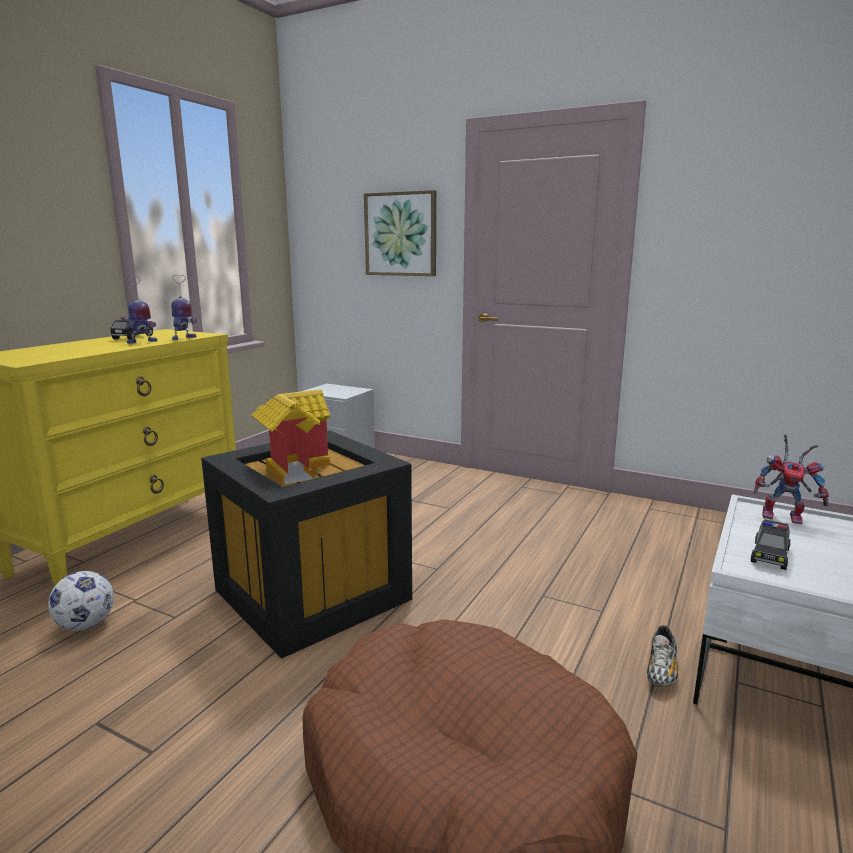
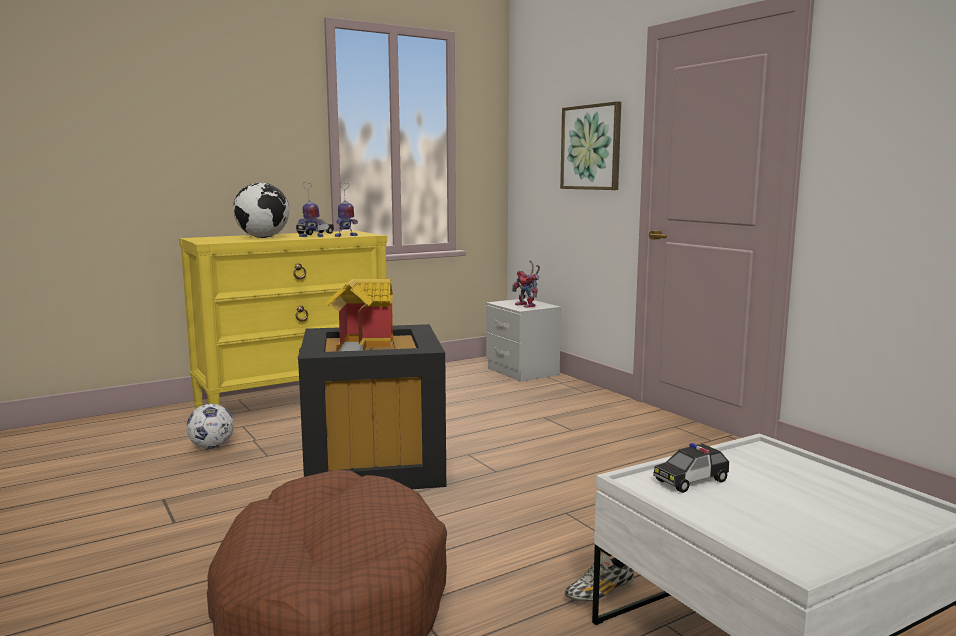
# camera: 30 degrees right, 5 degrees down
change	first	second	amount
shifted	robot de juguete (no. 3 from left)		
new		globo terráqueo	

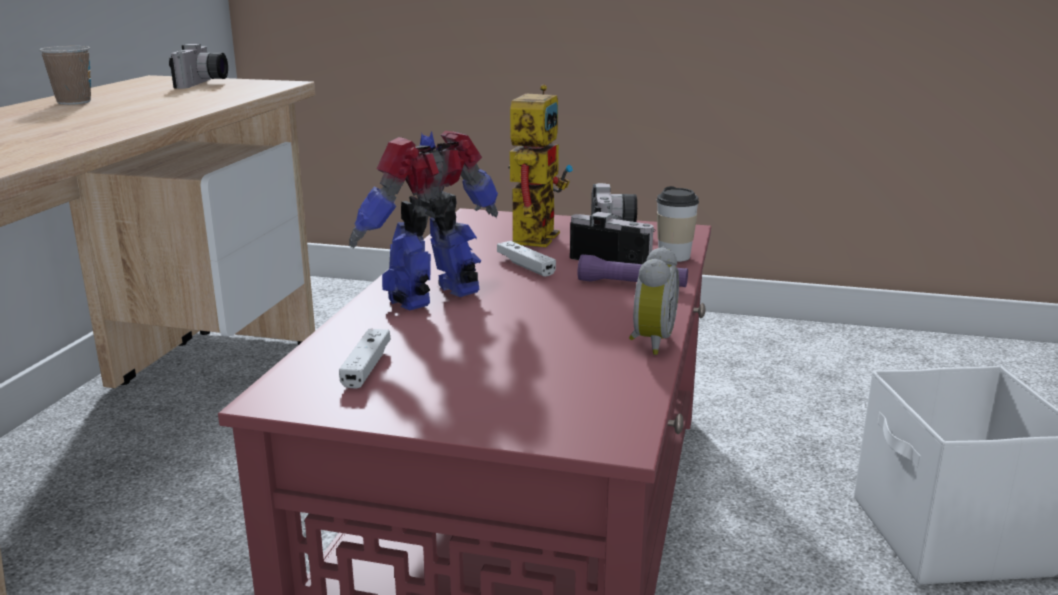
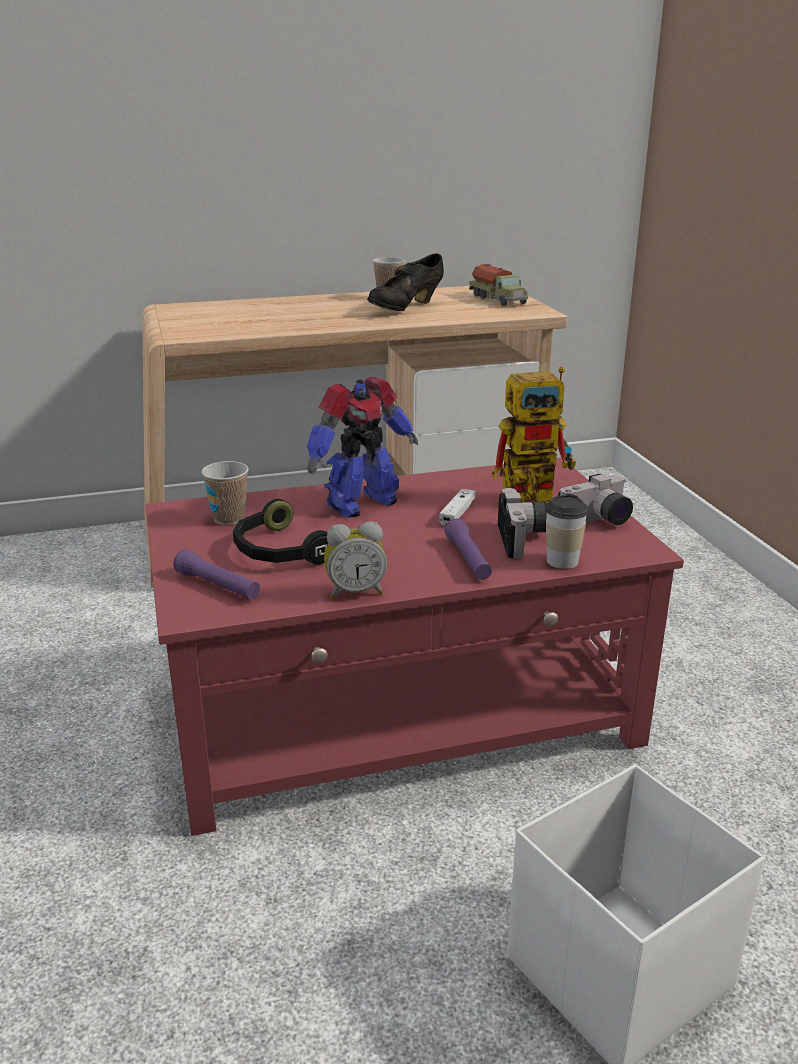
# camera: 60 degrees right, 5 degrees up
change	first	second	amount
swapped	cámara (no. 1 from left)	camión de juguete	
rotated	robot de juguete (no. 1 from left)		120 degrees clockwise
swapped	mando de consola (blanco) (no. 1 from left)	taza (no. 1 from left)	
new		zapato (negro)	
new		auriculares (negro)	
new		linterna (morado) (no. 1 from left)	

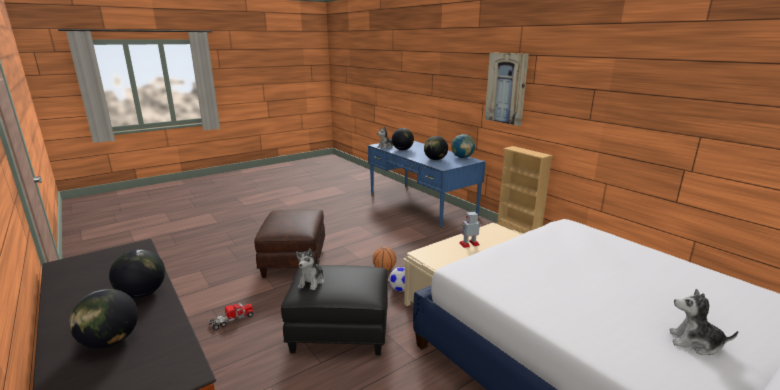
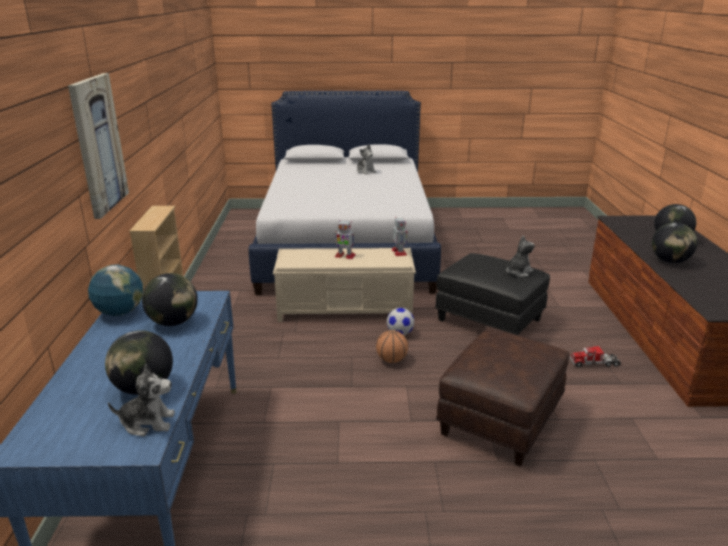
# camera: 145 degrees left, 5 degrees up
change	first	second	amount
new		robot de juguete (no. 2 from left)	

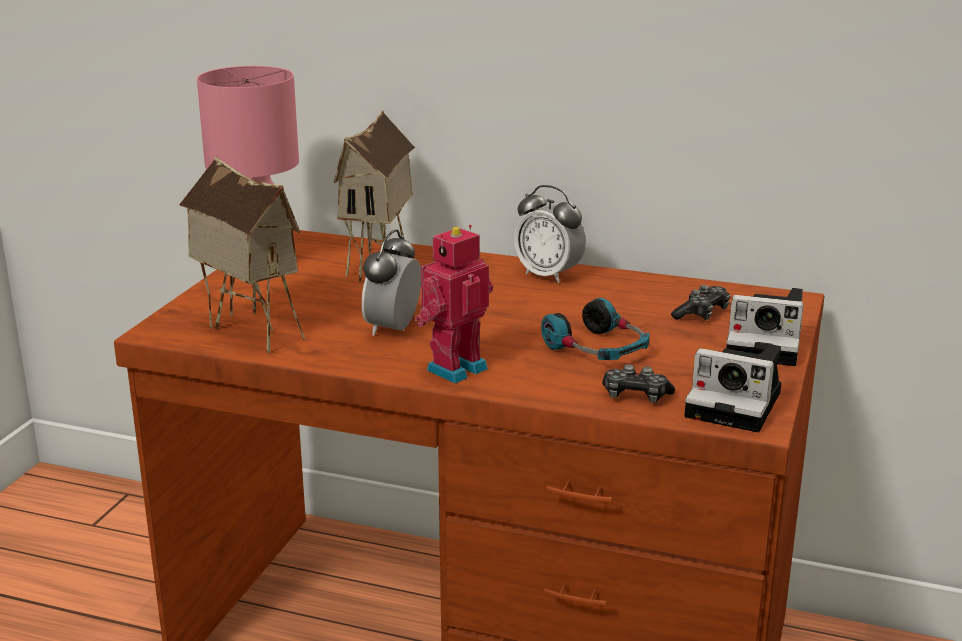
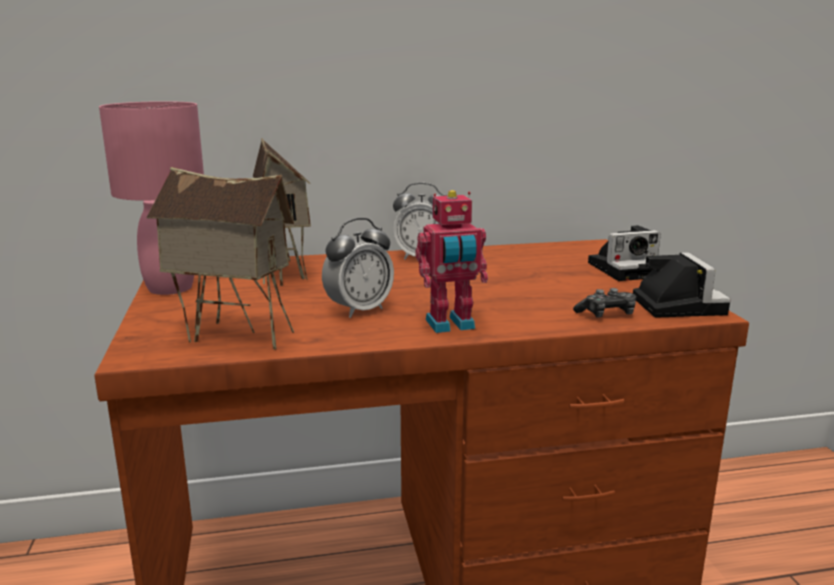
# camera: 30 degrees left, 5 degrees down
change	first	second	amount
rotated	robot de juguete		120 degrees counterclockwise
rotated	despertador (no. 1 from left)		120 degrees counterclockwise
gone	mando de consola (no. 2 from left)		
gone	auriculares		
rotated	cámara (no. 1 from left in the first image)	cámara (no. 2 from left)	90 degrees counterclockwise

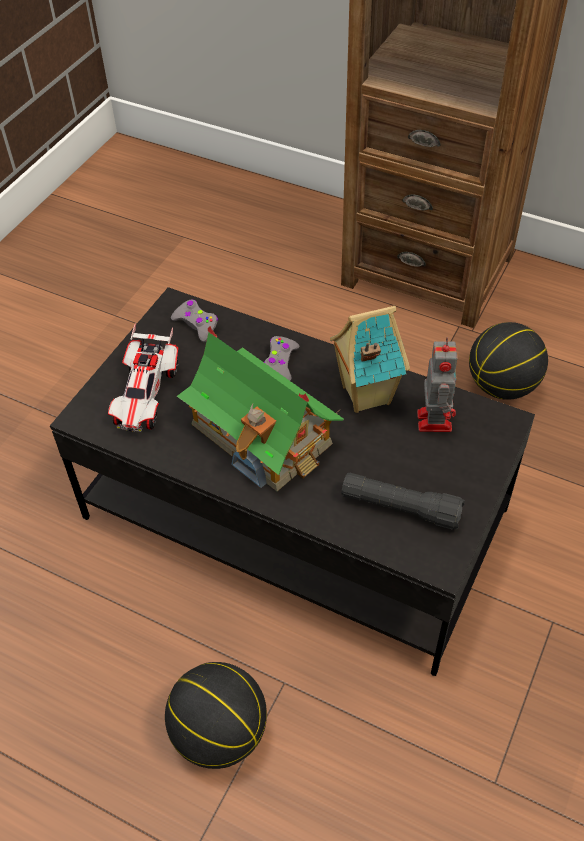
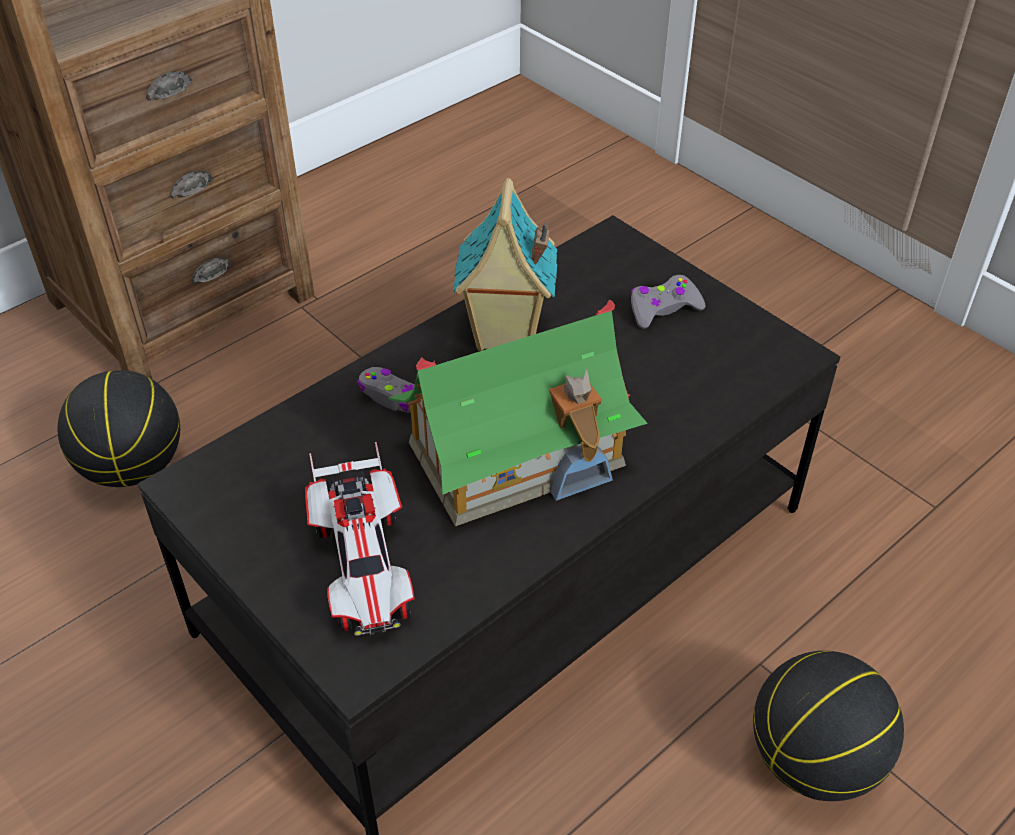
# camera: 70 degrees left, 5 degrees down
change	first	second	amount
shifted	mando de consola (gris) (no. 1 from left in the first image)	mando de consola (gris) (no. 2 from left)	
shifted	balón de baloncesto (no. 2 from left in the first image)	balón de baloncesto (no. 1 from left)	
rotated	coche de juguete		45 degrees clockwise
gone	robot de juguete		
gone	linterna (negro)		

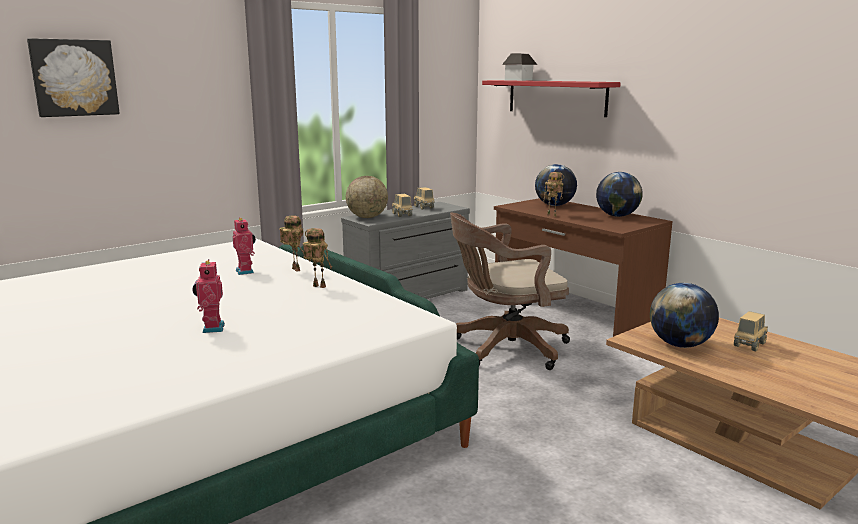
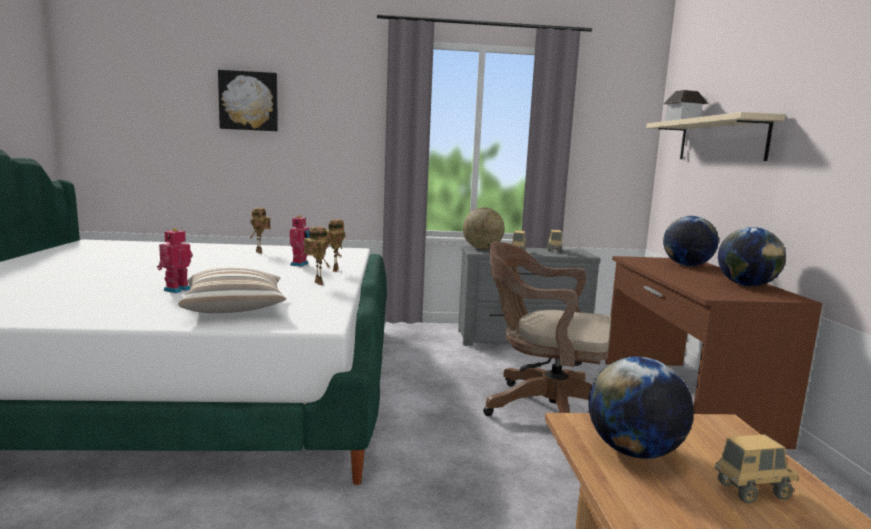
# camera: 35 degrees right, 5 degrees down
change	first	second	amount
repainted	estante (rojo)	estante (beis)	
shifted	robot de juguete (no. 5 from left in the first image)	robot de juguete (no. 2 from left)	
new		cojín	

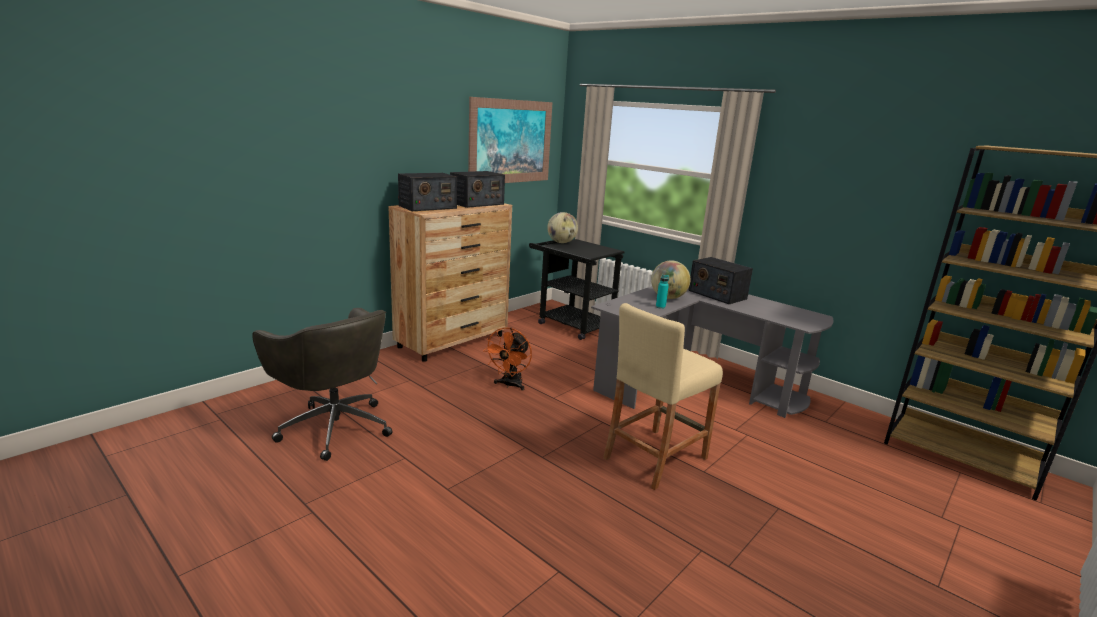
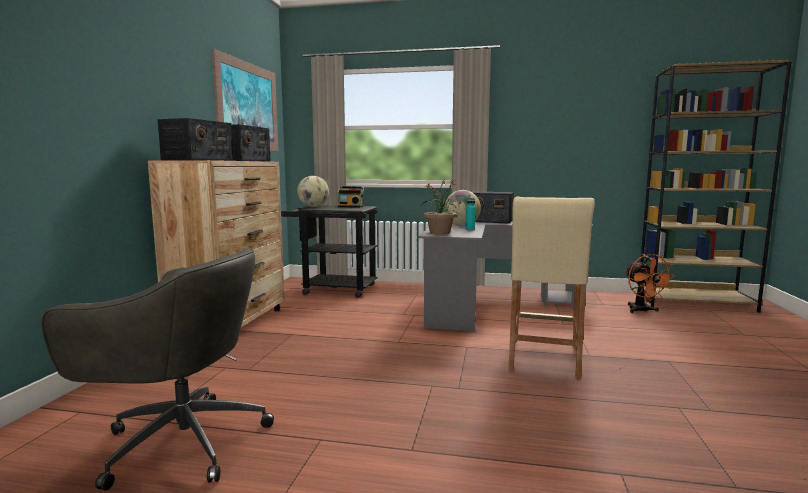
# camera: 30 degrees left, 10 degrees down
change	first	second	amount
shifted	ventilador (naranja)		
new		planta en maceta	
new		radio (no. 3 from left)	

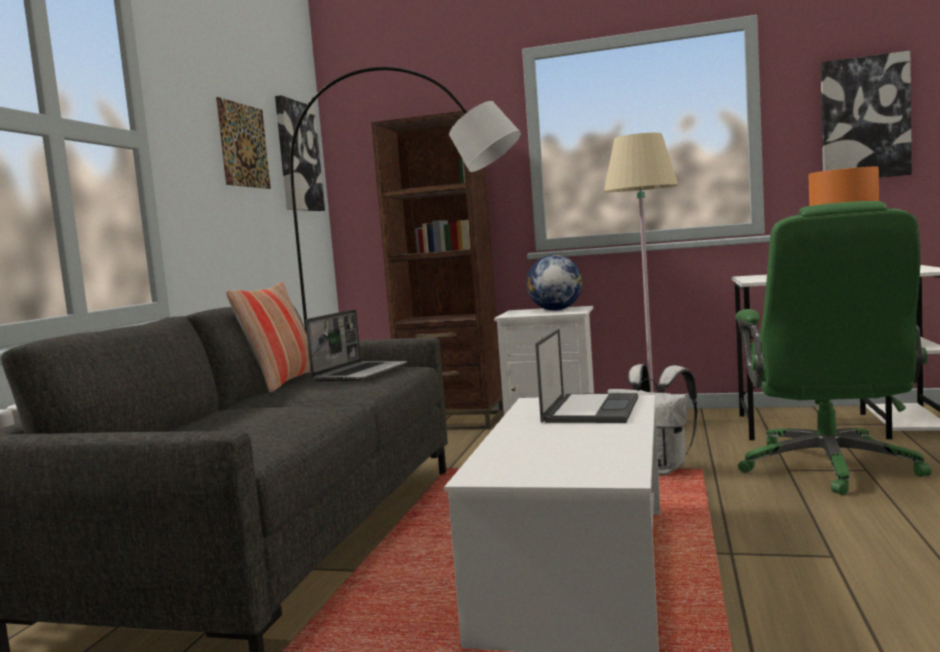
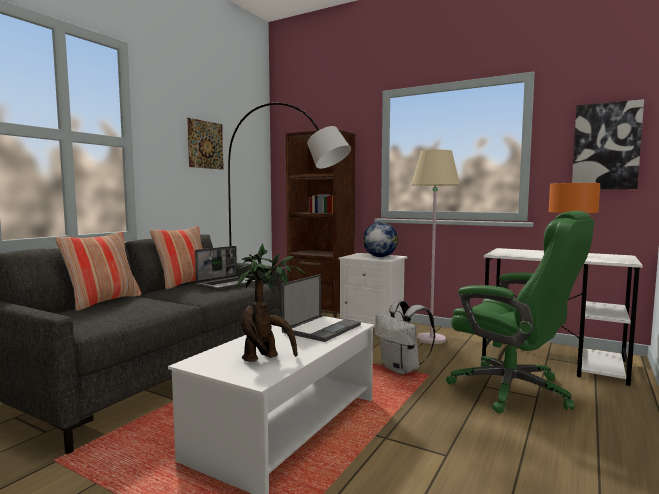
# camera: 15 degrees right, 0 degrees up
change	first	second	amount
gone	cuadro (no. 2 from left)		
rotated	silla de oficina (verde)		75 degrees counterclockwise
new		cojín (no. 1 from left)	
new		planta en maceta	

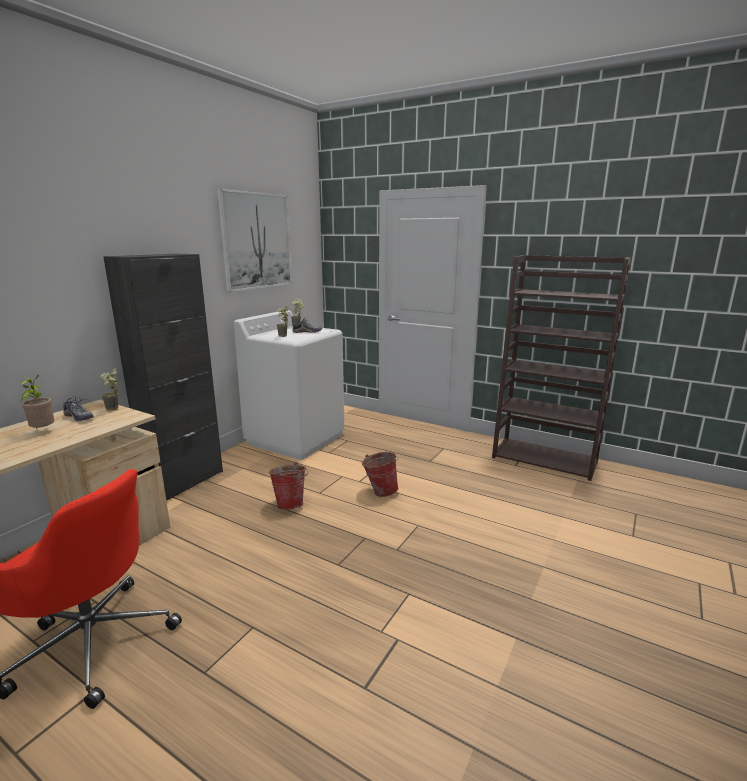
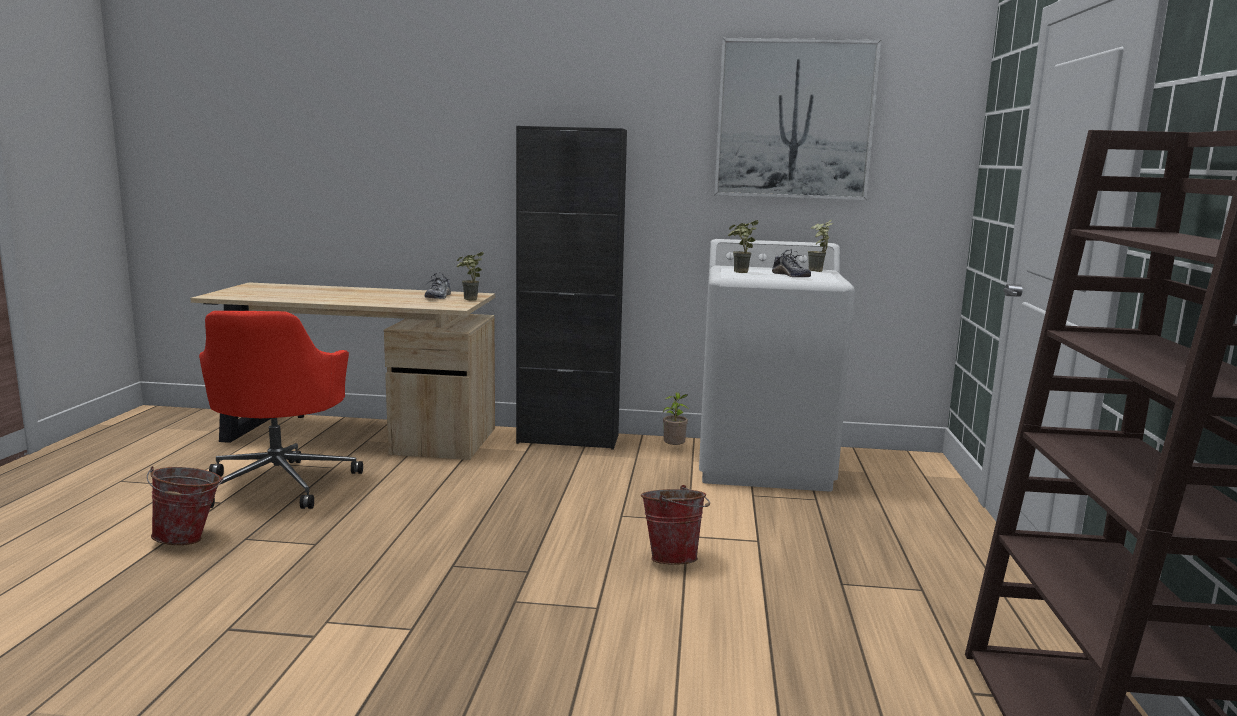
# camera: 65 degrees right, 5 degrees down
change	first	second	amount
shifted	planta en maceta (no. 1 from left in the first image)	planta en maceta (no. 2 from left)	
shifted	cubo (no. 1 from left)		

